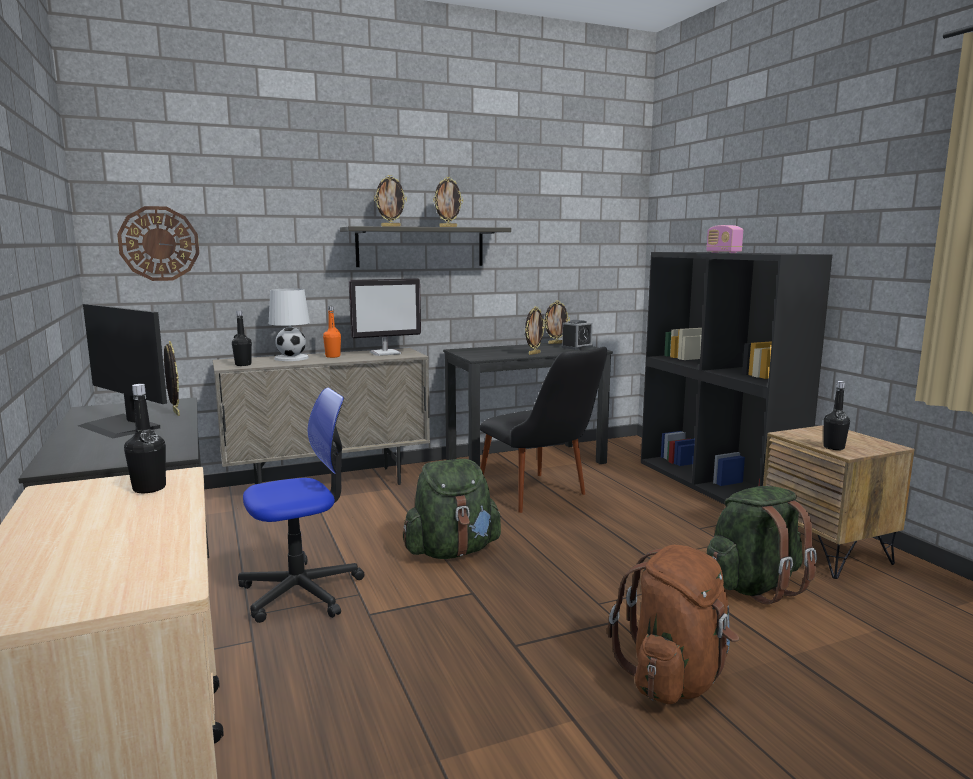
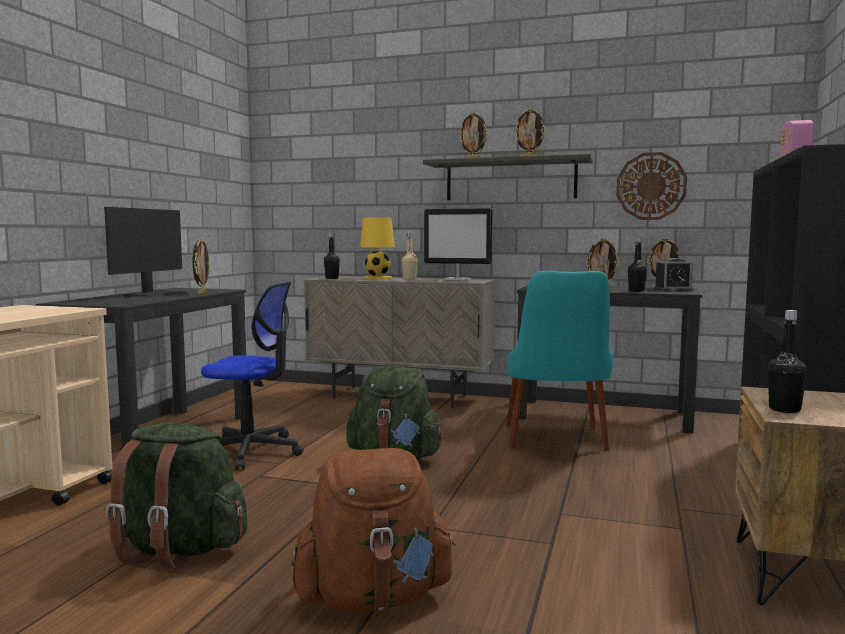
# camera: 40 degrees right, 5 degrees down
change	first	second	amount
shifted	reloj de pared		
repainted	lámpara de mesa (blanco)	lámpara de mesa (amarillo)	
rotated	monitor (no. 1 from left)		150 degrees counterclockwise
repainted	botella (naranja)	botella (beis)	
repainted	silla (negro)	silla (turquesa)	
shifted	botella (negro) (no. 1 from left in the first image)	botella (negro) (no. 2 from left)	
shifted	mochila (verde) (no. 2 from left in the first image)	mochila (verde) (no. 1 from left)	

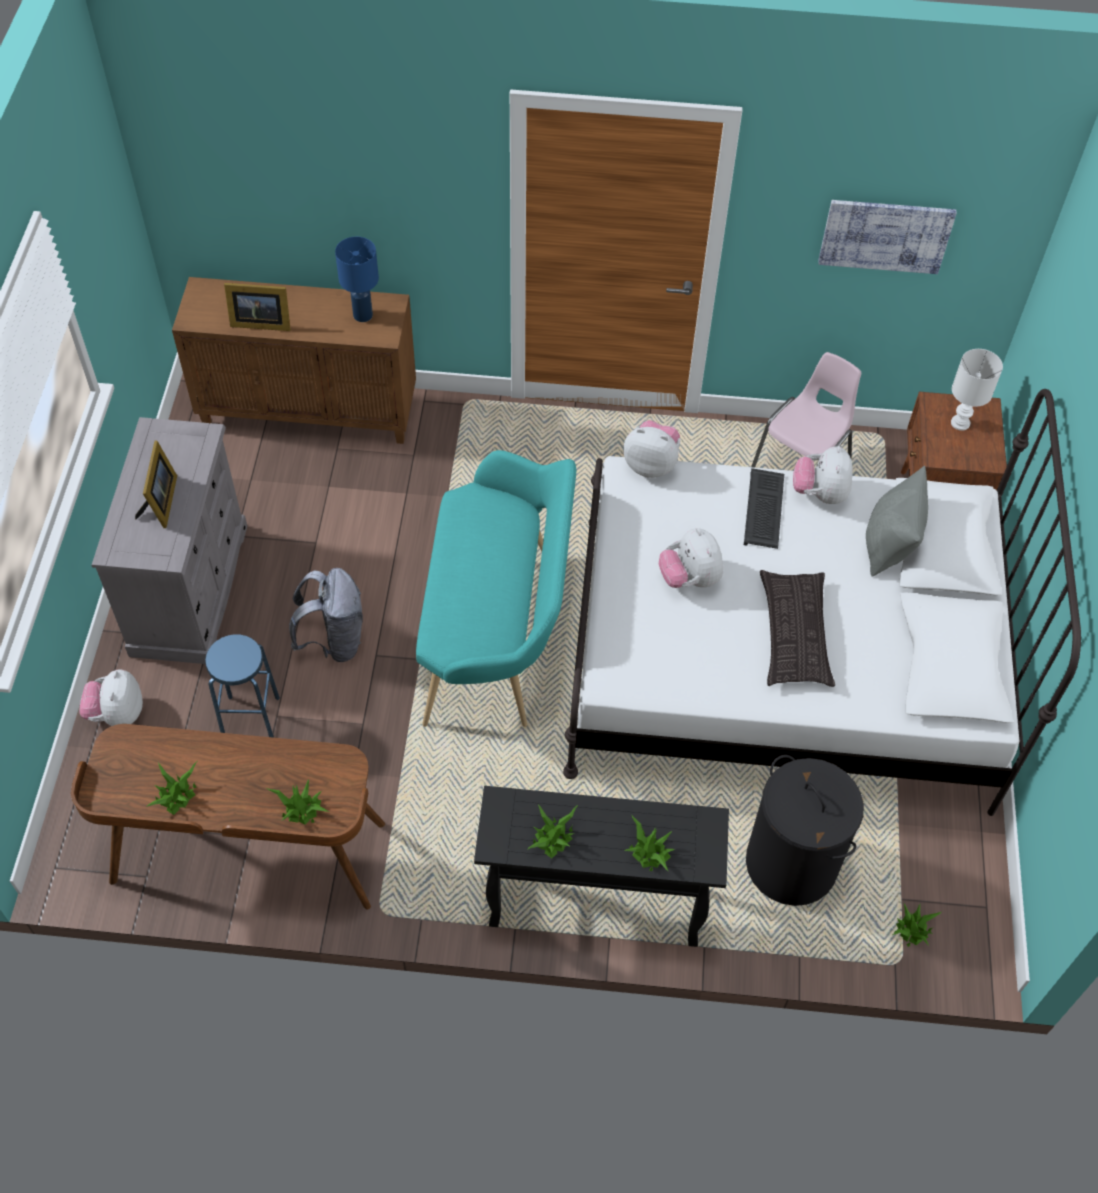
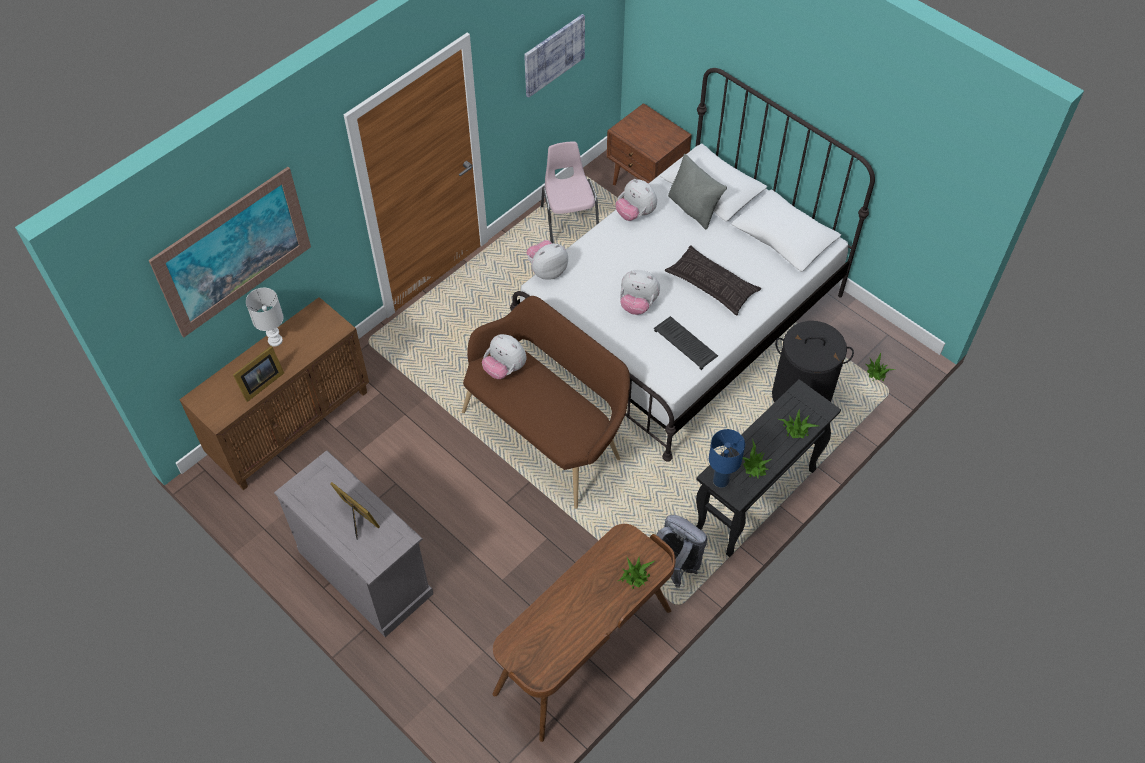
# camera: 50 degrees left, 0 degrees up
change	first	second	amount
shifted	lámpara de mesa (azul)		
shifted	lámpara de mesa (blanco)		
repainted	banco (turquesa)	banco (marrón)	
shifted	teclado		
shifted	mochila (gris)		
gone	taburete (azul)		
shifted	peluche (no. 1 from left)		
gone	planta en maceta (no. 1 from left)		
new		cuadro (no. 1 from left)	

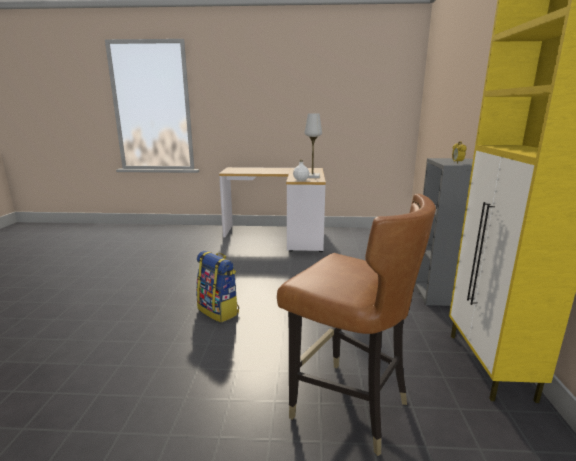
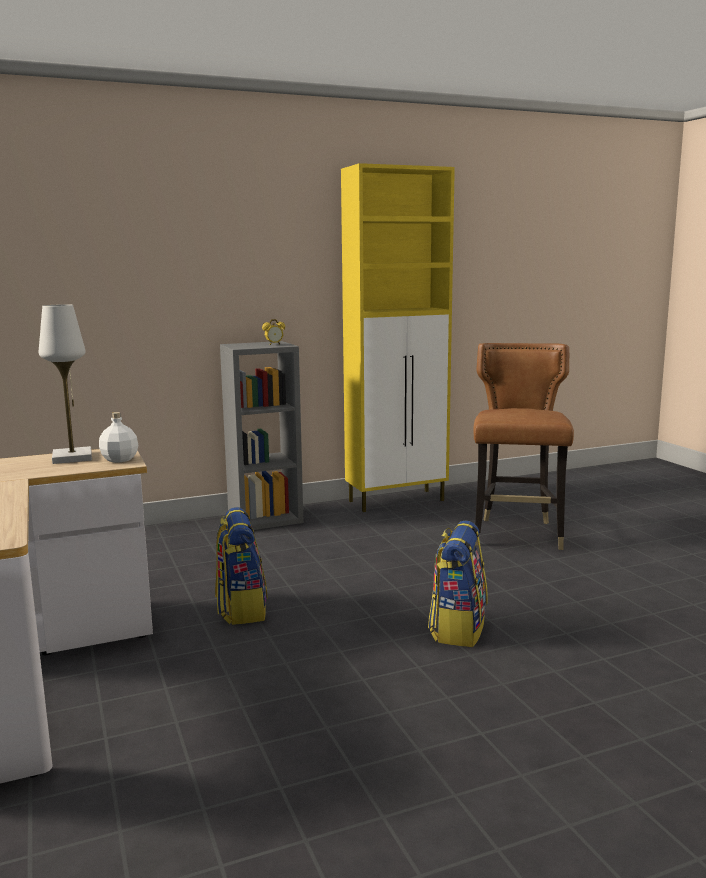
# camera: 115 degrees left, 5 degrees down
change	first	second	amount
new		mochila (no. 1 from left)	

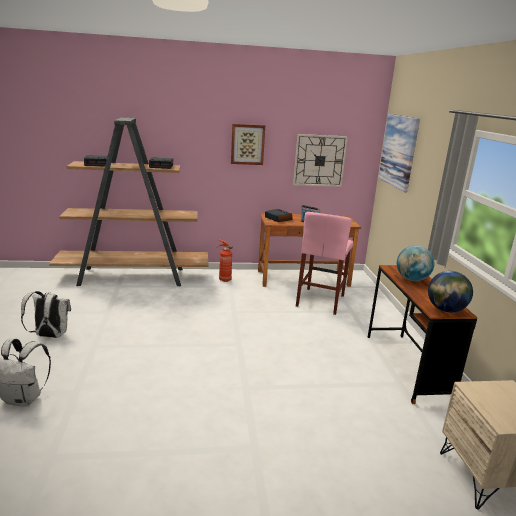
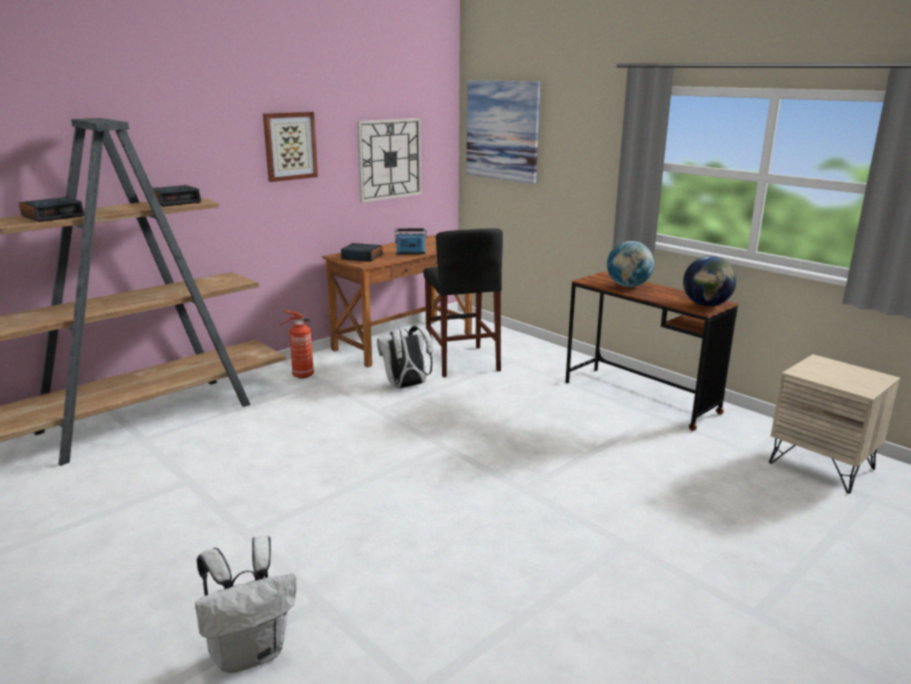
# camera: 35 degrees left, 0 degrees up
change	first	second	amount
repainted	taburete (rosa)	taburete (negro)	
shifted	mochila (blanco) (no. 2 from left)		

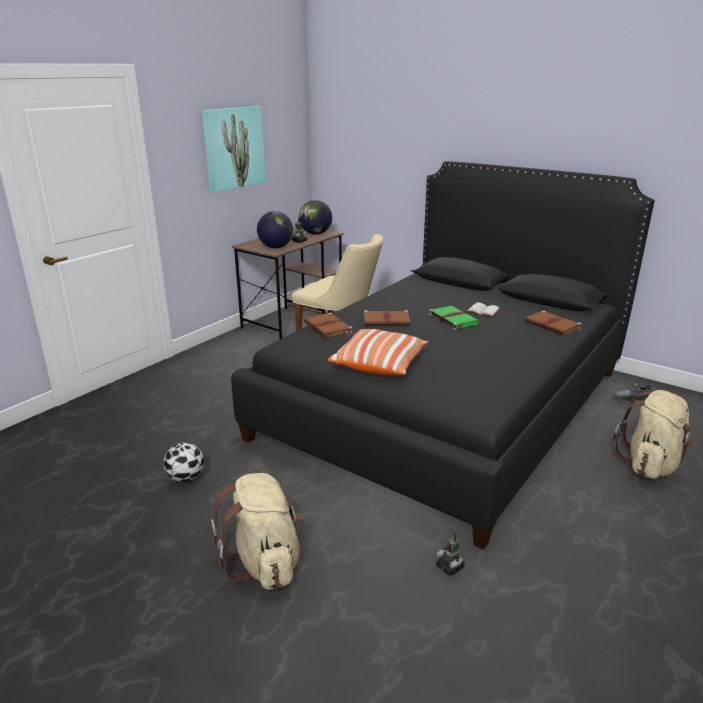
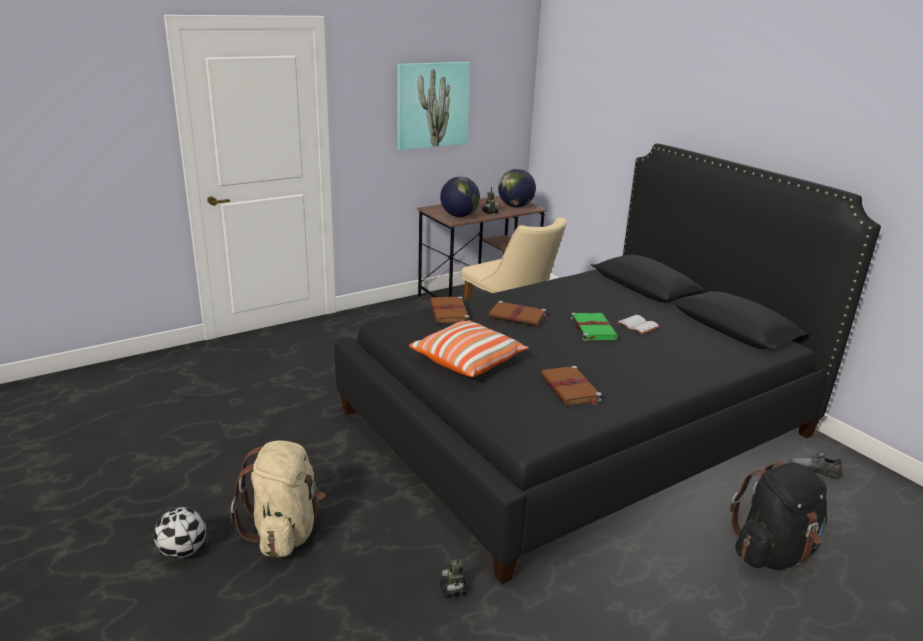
# camera: 20 degrees right, 0 degrees up
change	first	second	amount
shifted	libro (marrón) (no. 3 from left)		
repainted	mochila (beis) (no. 2 from left)	mochila (negro)	
shifted	balón de fútbol		

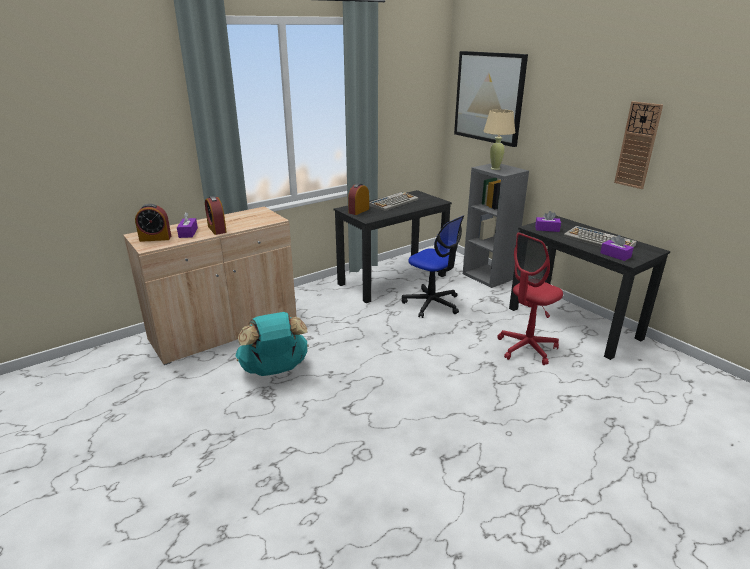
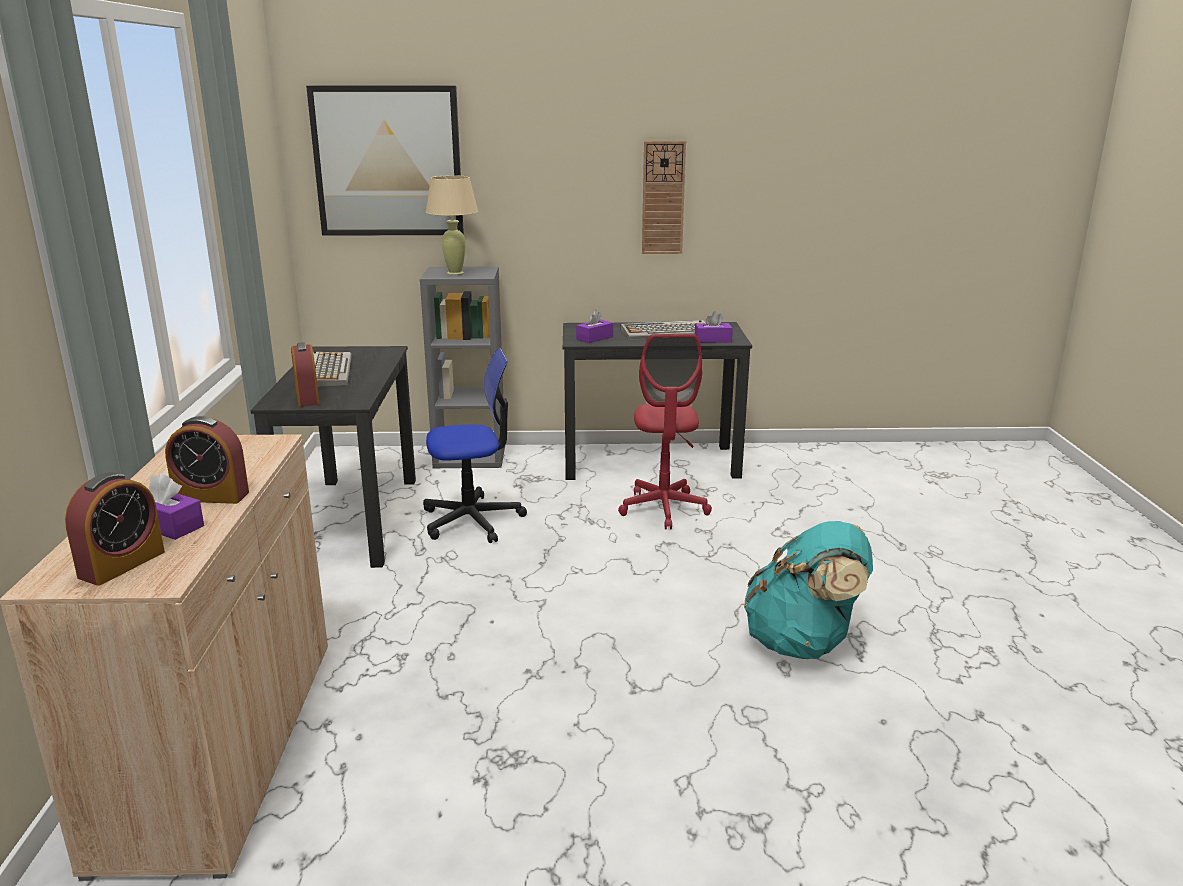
# camera: 55 degrees left, 5 degrees down
change	first	second	amount
shifted	mochila (turquesa)		

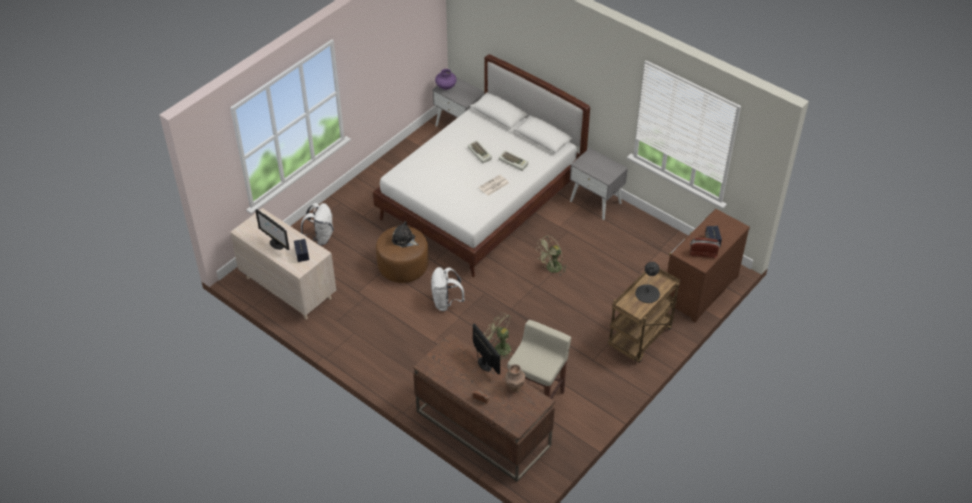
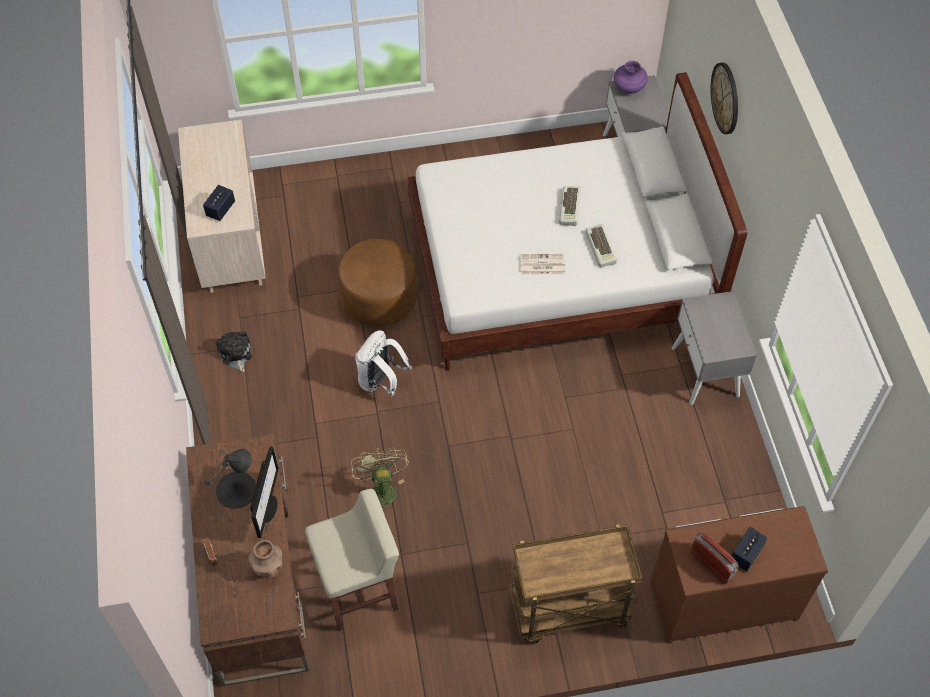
# camera: 40 degrees right, 10 degrees up
change	first	second	amount
gone	mochila (blanco) (no. 1 from left)		
gone	monitor (no. 1 from left)		
shifted	peluche		
gone	ventilador (verde) (no. 2 from left)		
shifted	lámpara de mesa (negro)		
new		reloj de pared	

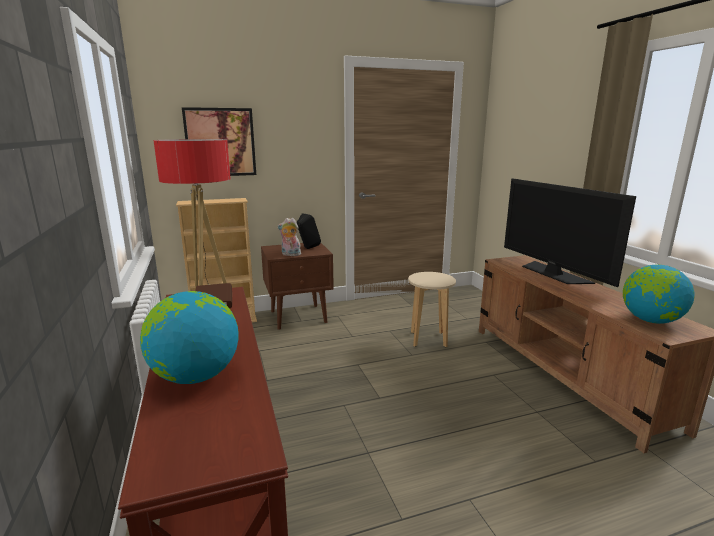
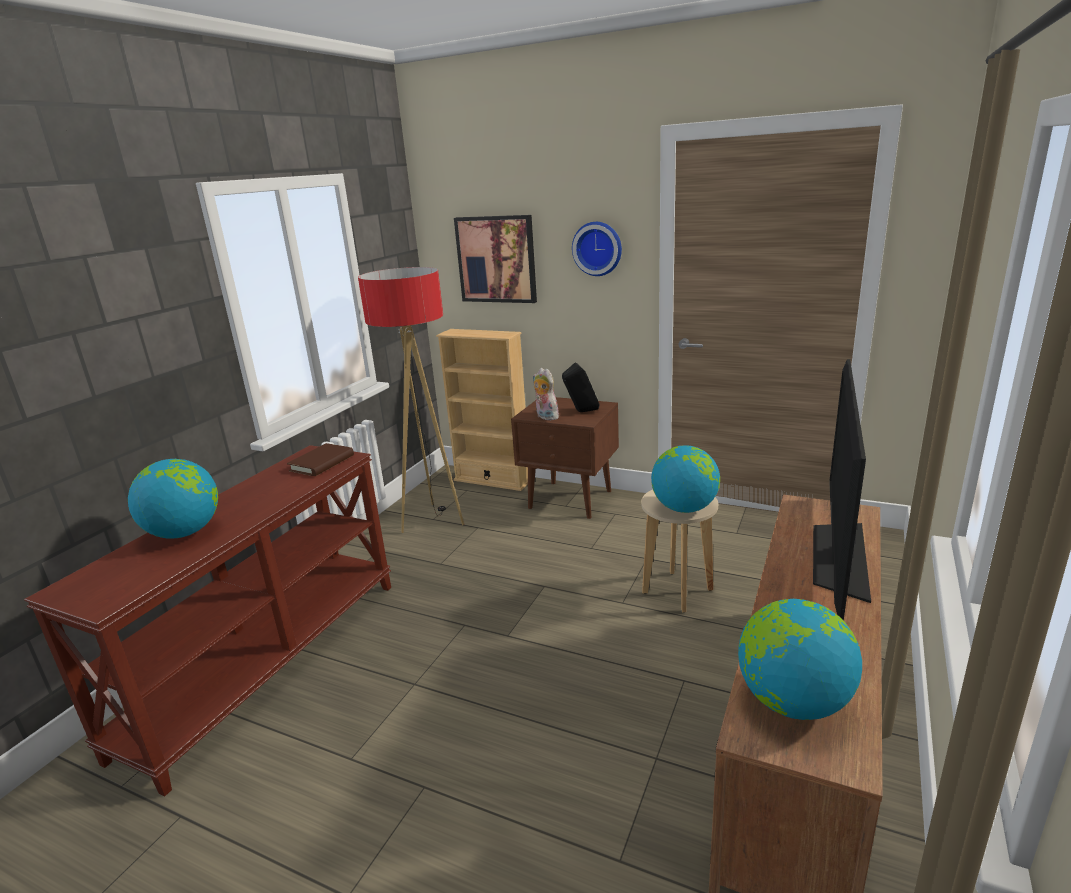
# camera: 45 degrees right, 5 degrees up
change	first	second	amount
new		reloj de pared	
new		globo terráqueo (no. 2 from left)	

